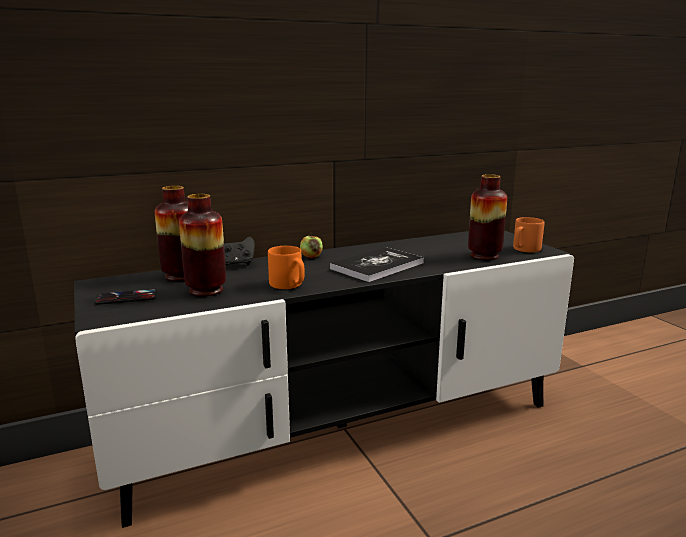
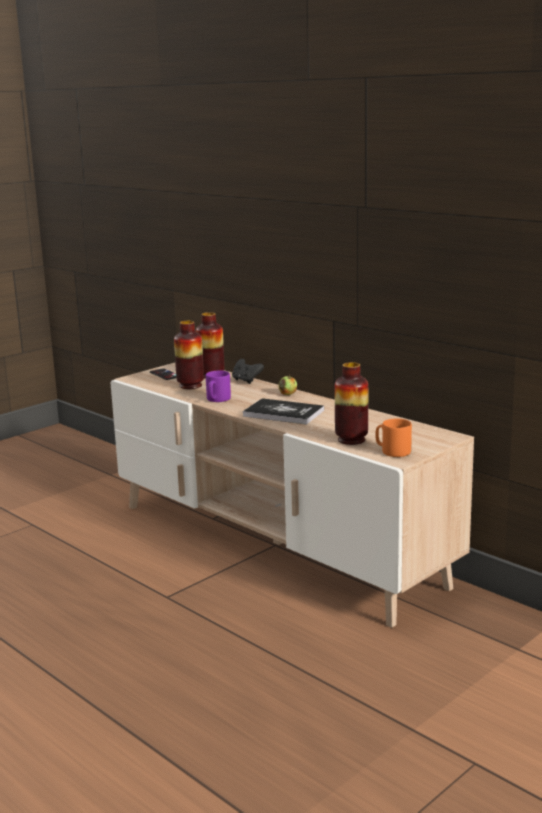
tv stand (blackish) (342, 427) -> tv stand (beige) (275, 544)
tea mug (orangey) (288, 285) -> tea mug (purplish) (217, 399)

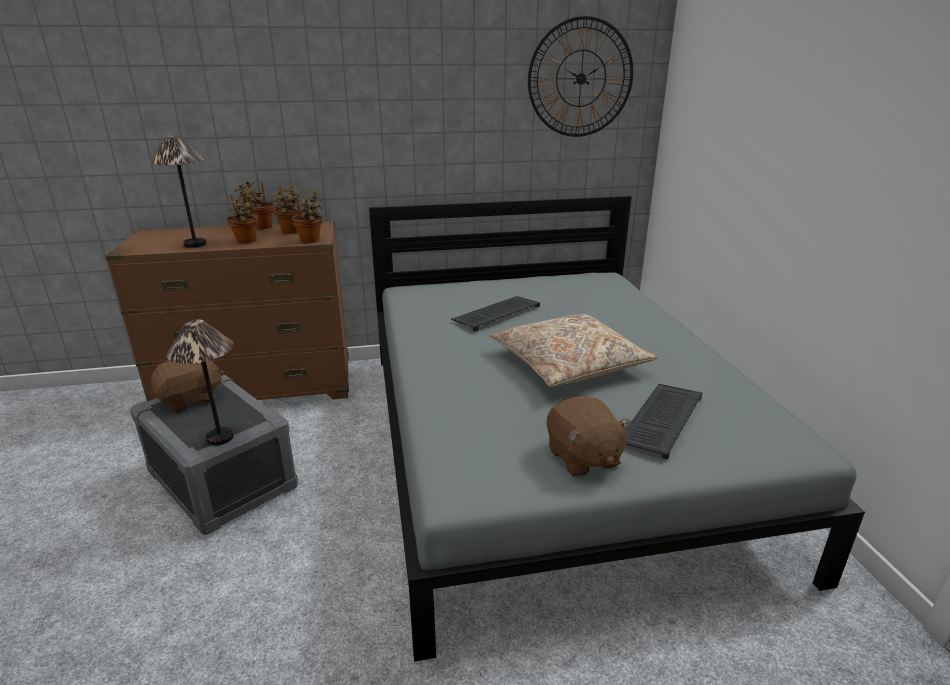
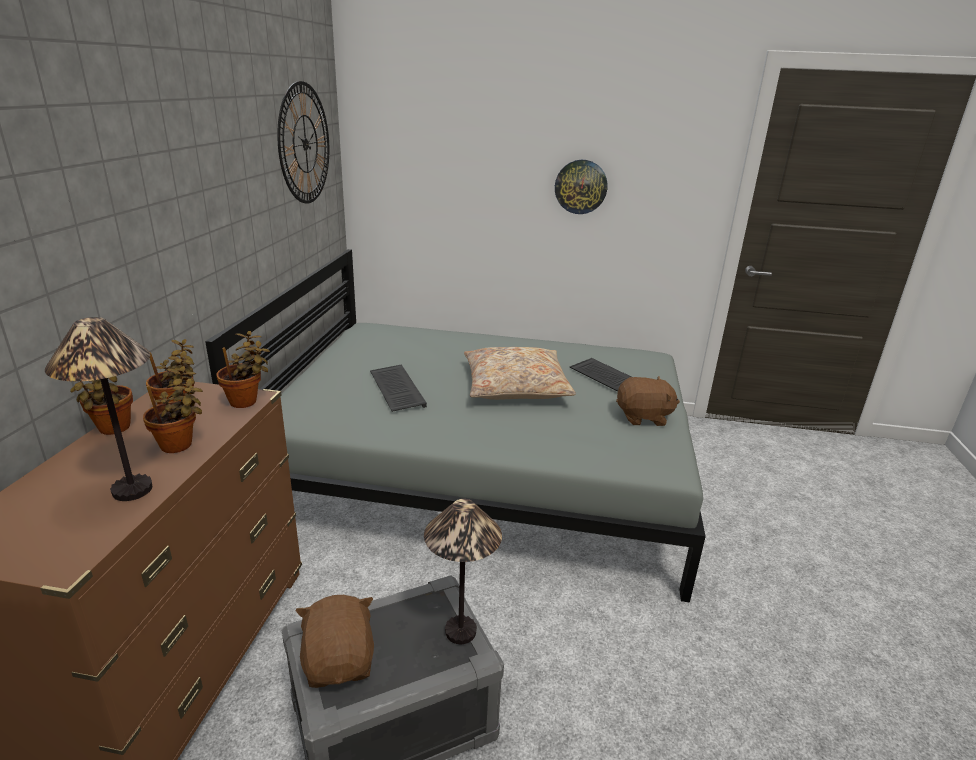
none -> hanging clock (581, 187)

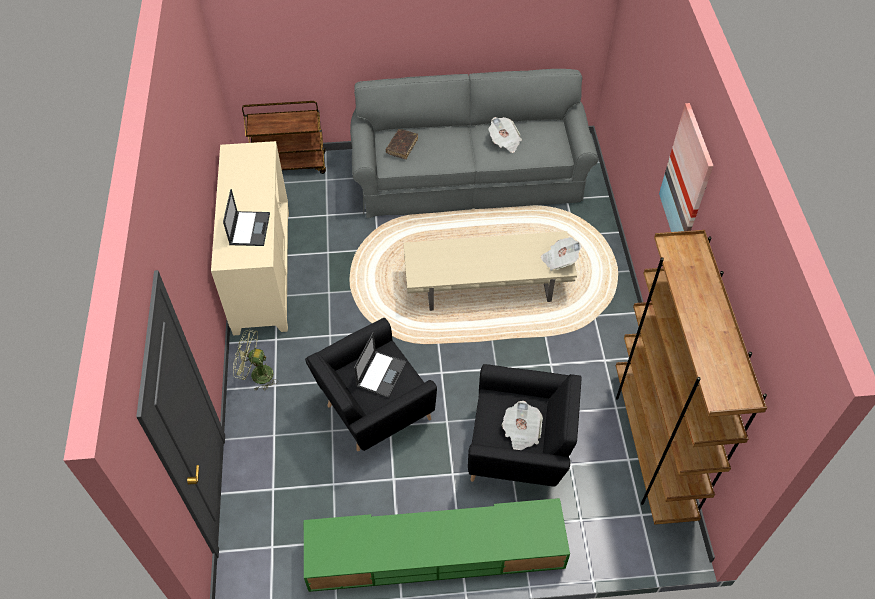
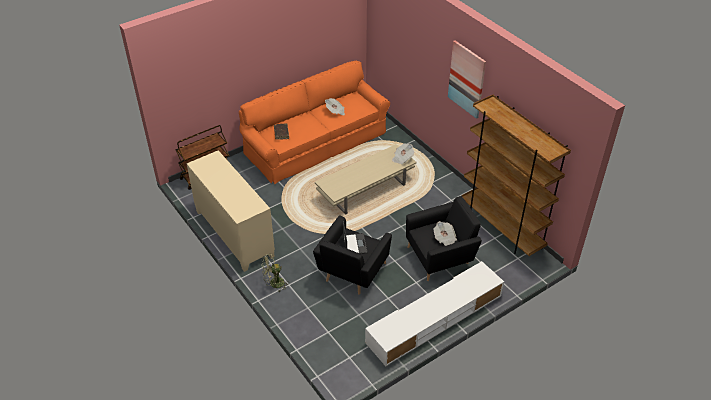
notebook computer (249, 228) -> none
tv stand (green-coloured) (434, 552) -> tv stand (white) (434, 319)
settee (greyish) (470, 177) -> settee (orangey) (316, 143)

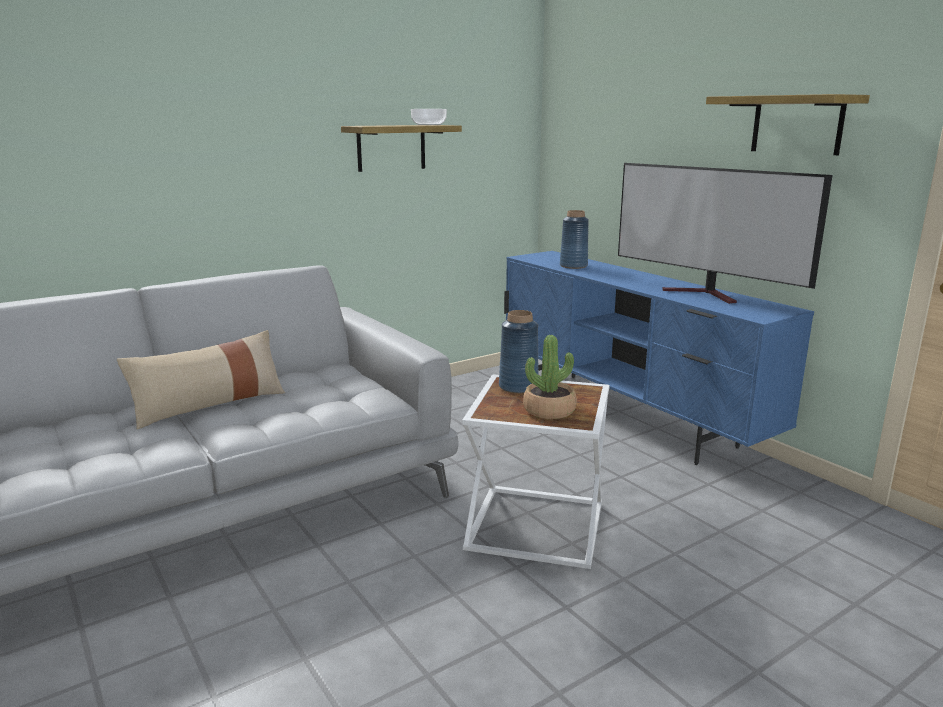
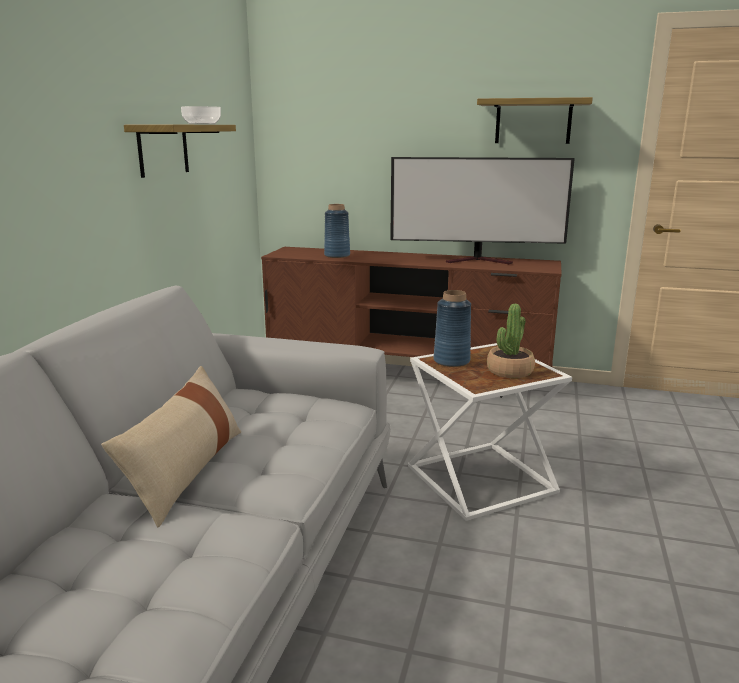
tv stand (blue) (627, 415) -> tv stand (brown) (408, 377)

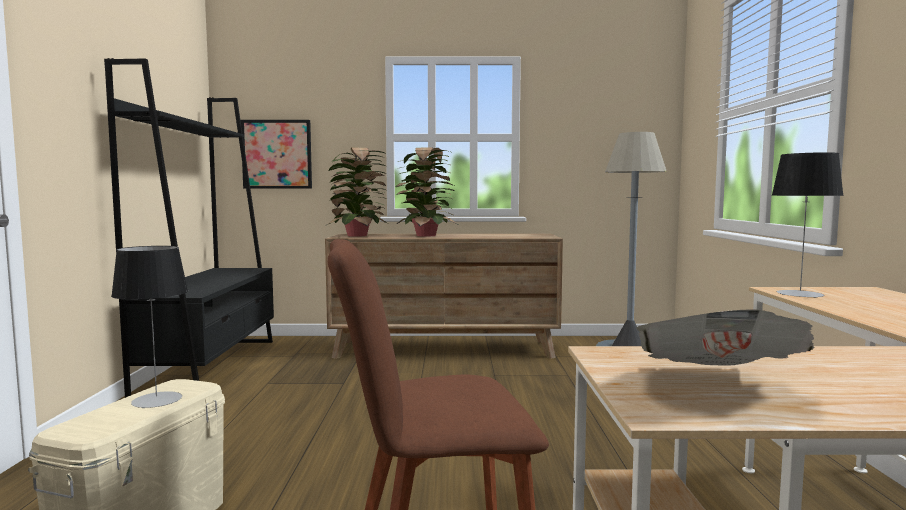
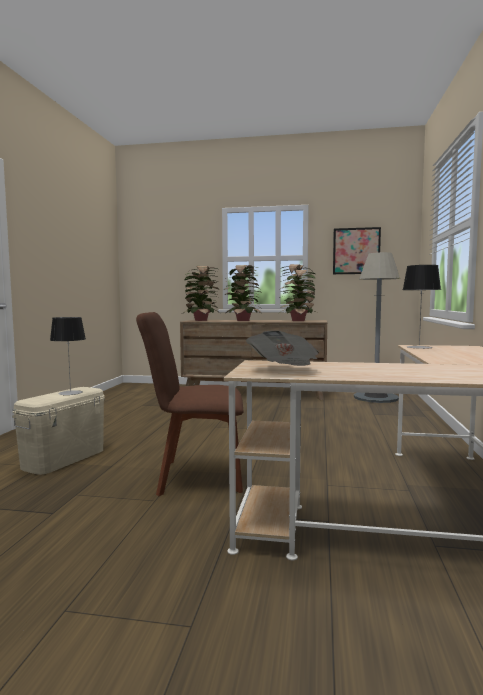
bookshelf (blackish) (211, 366) -> none
none -> houseplant (298, 320)
wall picture (277, 154) -> wall picture (356, 251), shifted

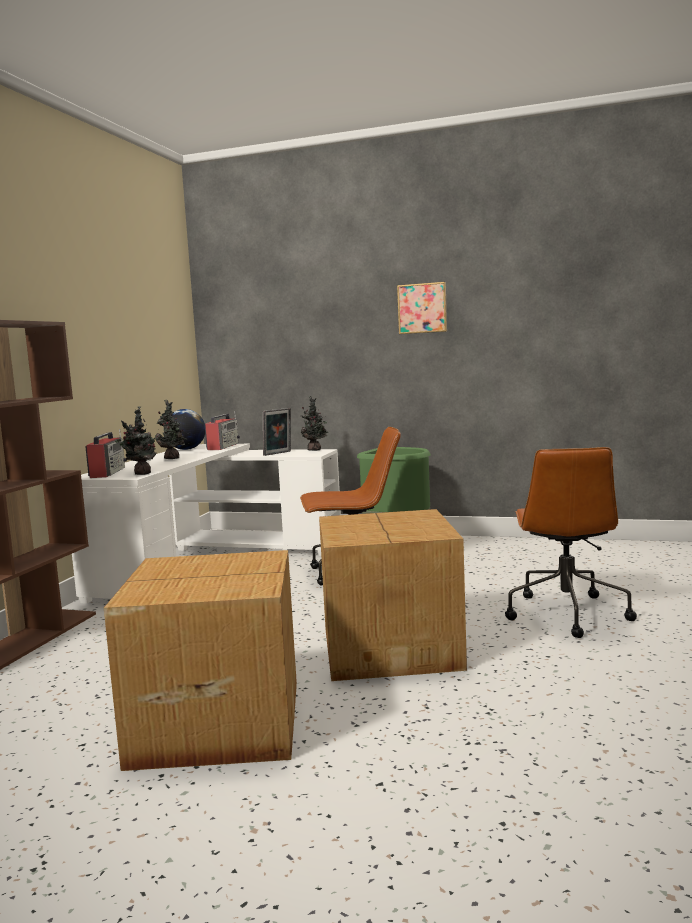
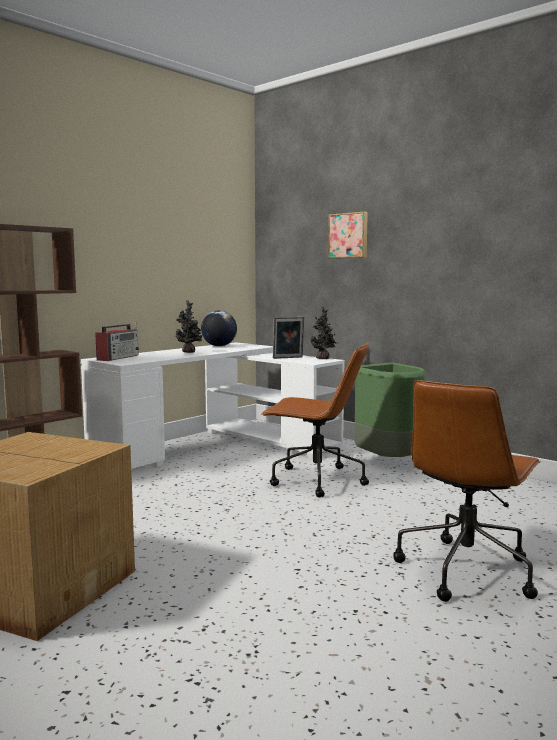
houseplant (141, 474) -> none
radio set (223, 446) -> none
packing box (392, 647) -> none
wall picture (422, 308) -> wall picture (348, 235), shifted

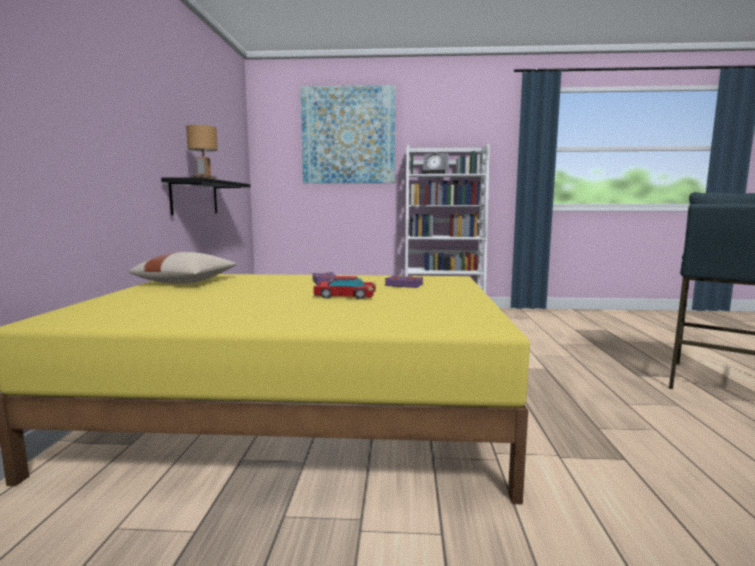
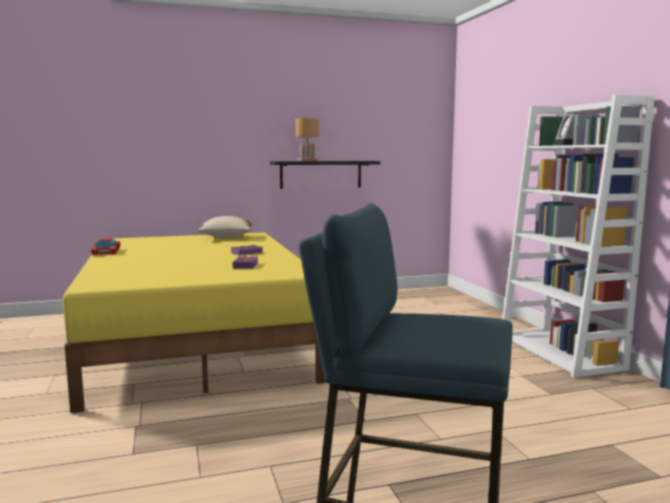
wall picture (348, 135) -> none
model car (345, 295) -> model car (107, 252), shifted

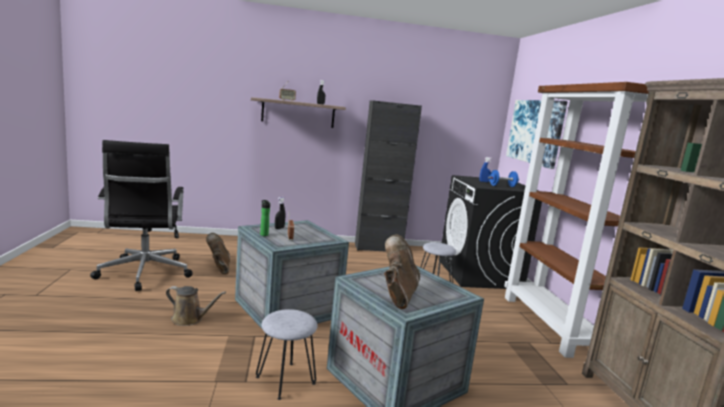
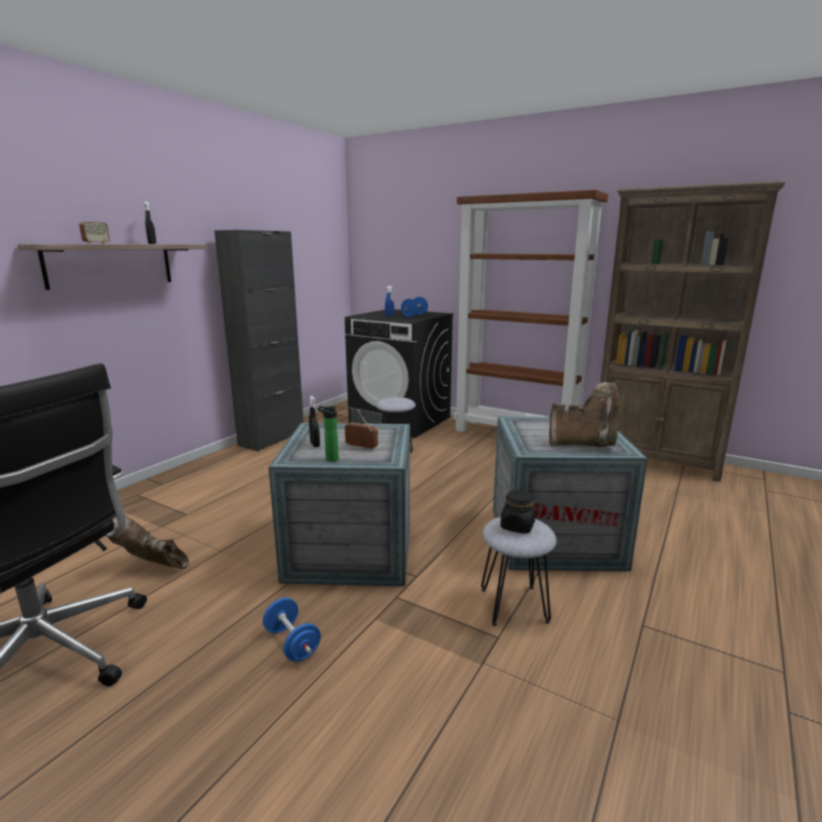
wall picture (535, 131) -> none
none -> jar (blackish) (517, 526)
watering pot (brown) (190, 319) -> free weight (blue) (292, 643)
tall boot (brown) (398, 295) -> tall boot (brown) (583, 444), 135 degrees clockwise

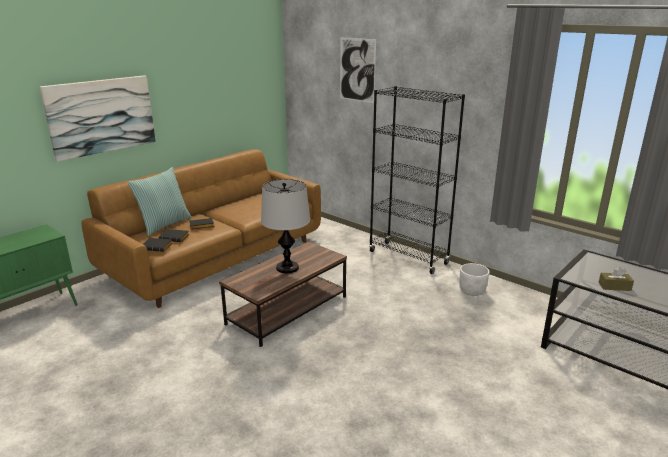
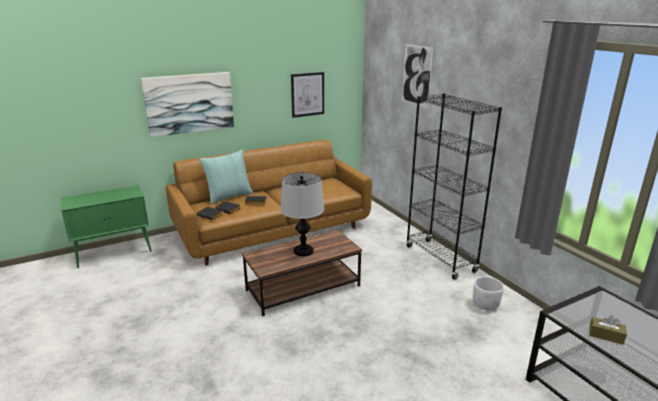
none -> wall picture (307, 94)

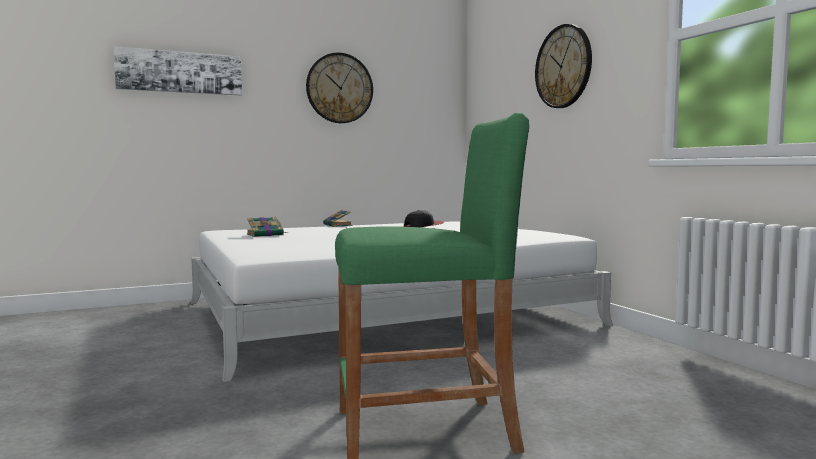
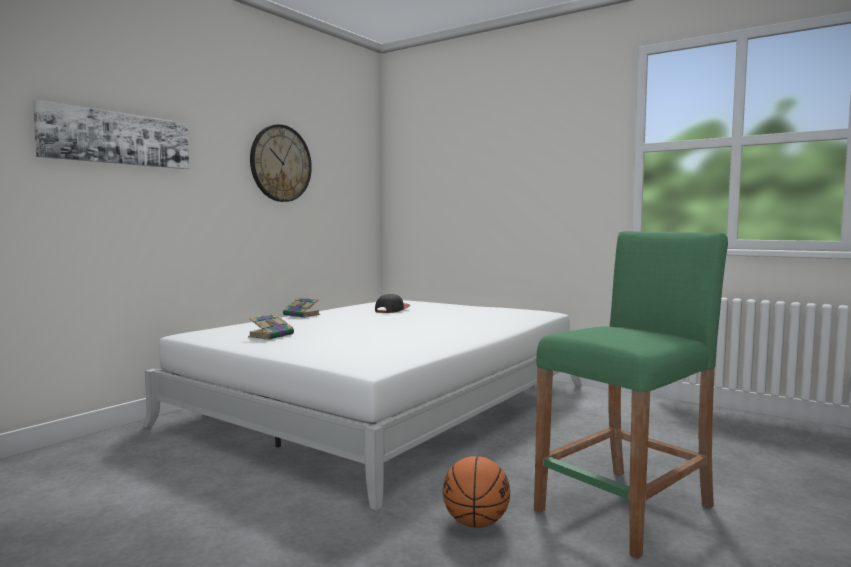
hanging clock (563, 67) -> none
none -> ball for basketball (475, 523)

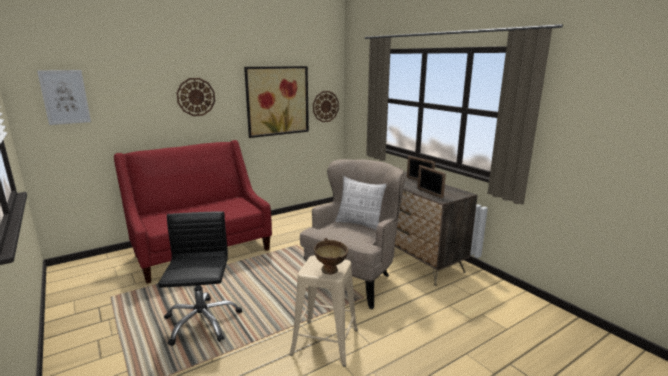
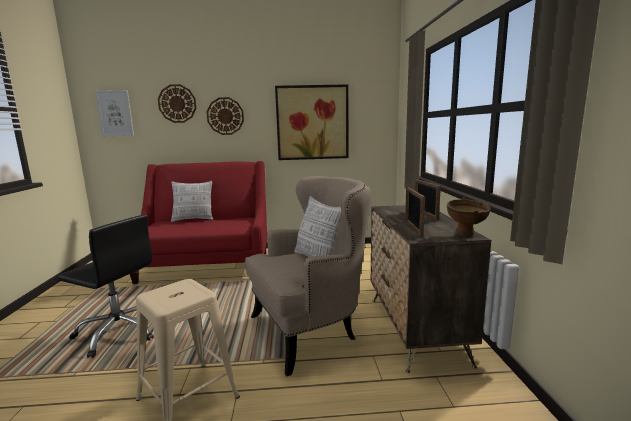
none -> pillow (193, 219)
hanging clock (325, 106) -> hanging clock (177, 103), shifted
serving bowl (brown) (331, 272) -> serving bowl (brown) (466, 235), shifted
office chair (blackish) (201, 322) -> office chair (blackish) (119, 331), 90 degrees clockwise

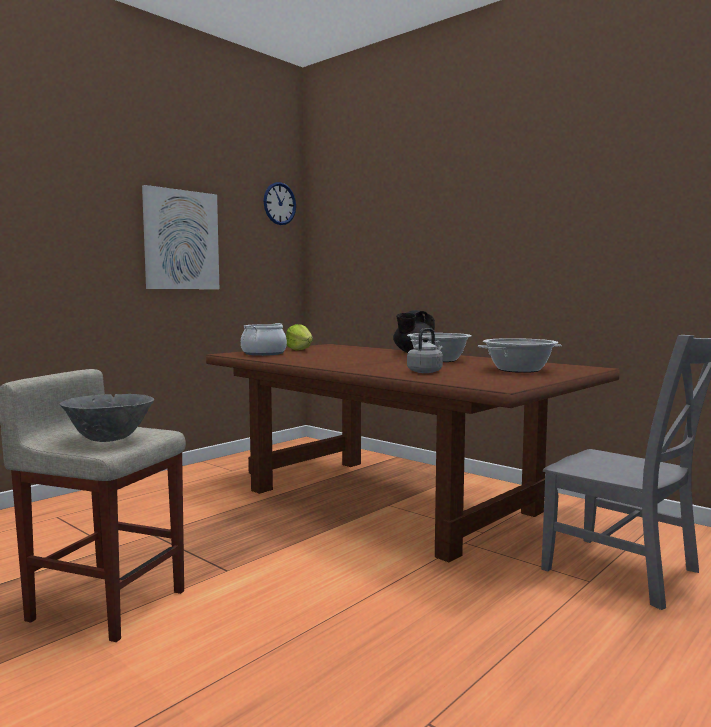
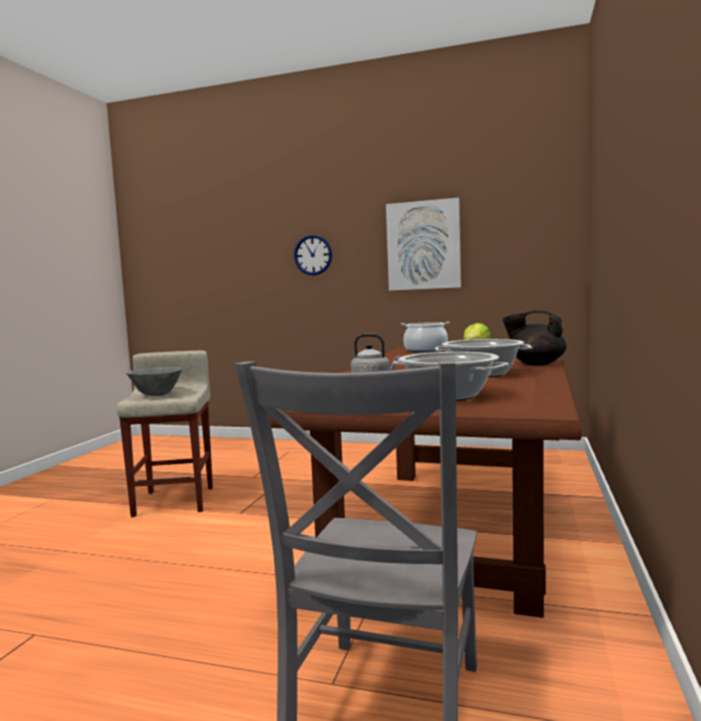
hanging clock (279, 203) -> hanging clock (313, 255), shifted

